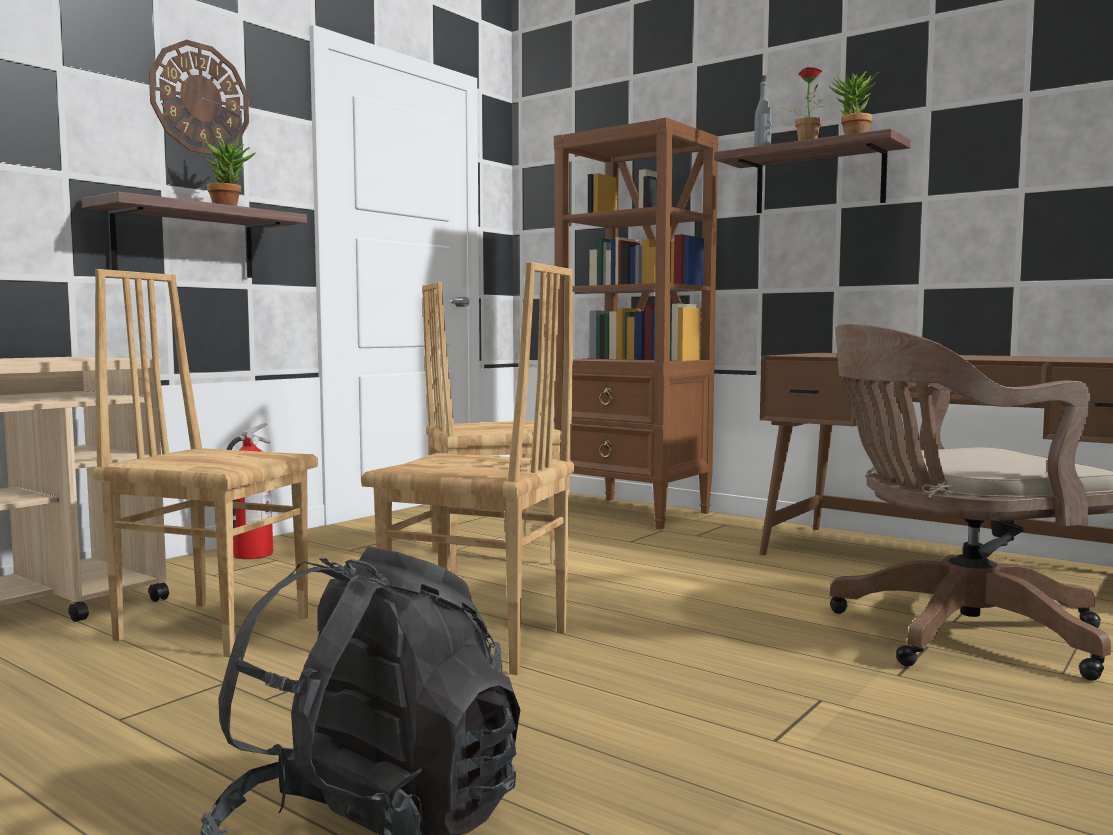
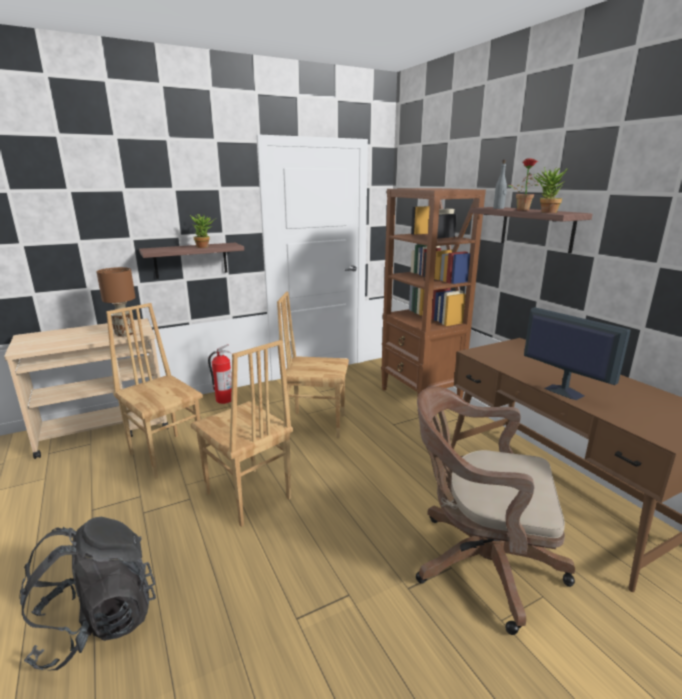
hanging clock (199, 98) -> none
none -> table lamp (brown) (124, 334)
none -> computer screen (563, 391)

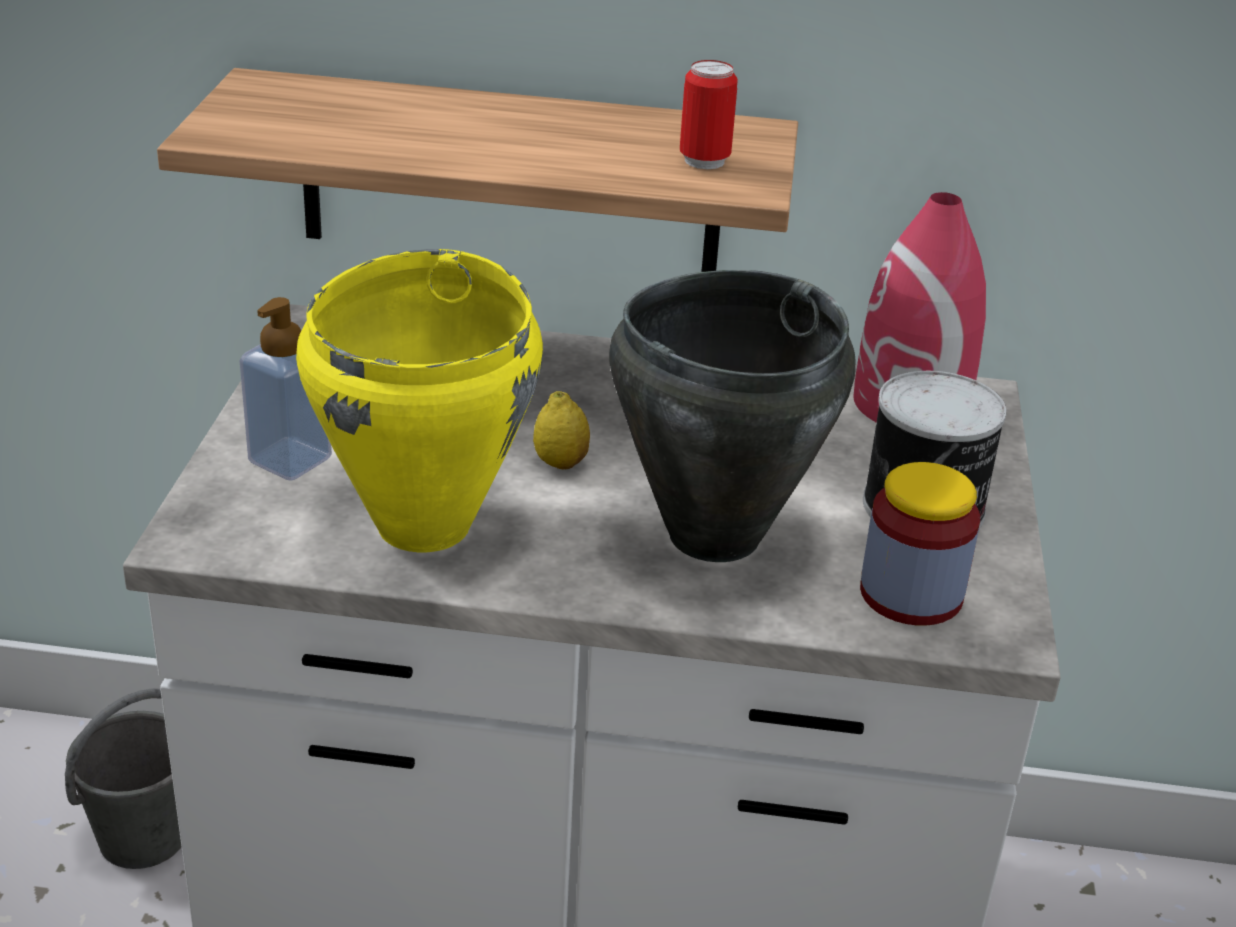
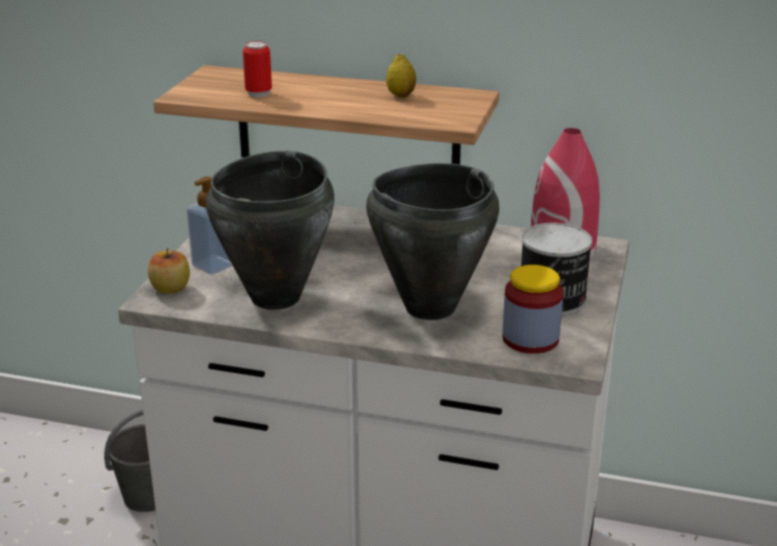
none -> whole apple (170, 288)
lemon (560, 463) -> lemon (401, 95), shifted
sealed can (704, 161) -> sealed can (258, 93), shifted
cooking pot (yellow-coloured) (426, 525) -> cooking pot (blackish) (277, 297)

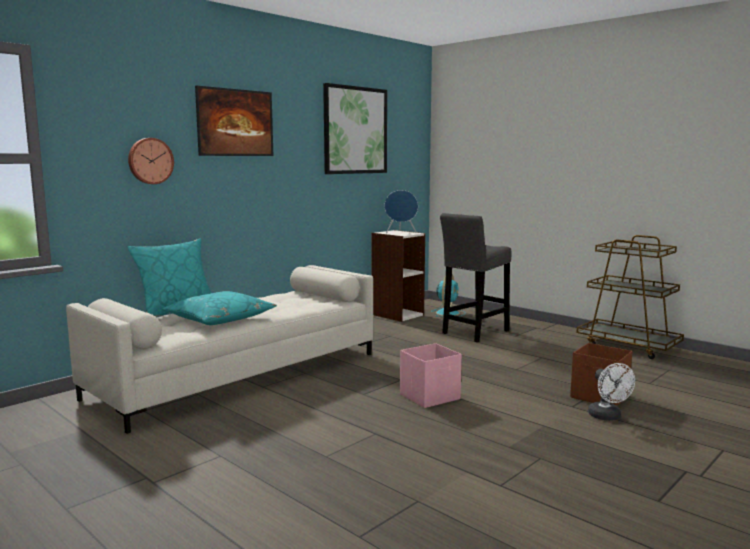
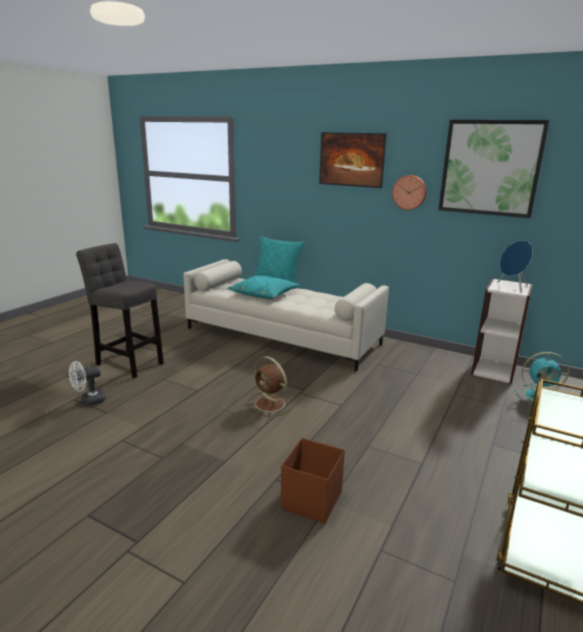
hanging clock (150, 161) -> hanging clock (409, 192), shifted
sitting stool (greyish) (473, 333) -> sitting stool (greyish) (128, 362), shifted
electric fan (white) (607, 417) -> electric fan (white) (89, 401), shifted
storage container (pink-coloured) (430, 397) -> electric fan (brown) (271, 404)

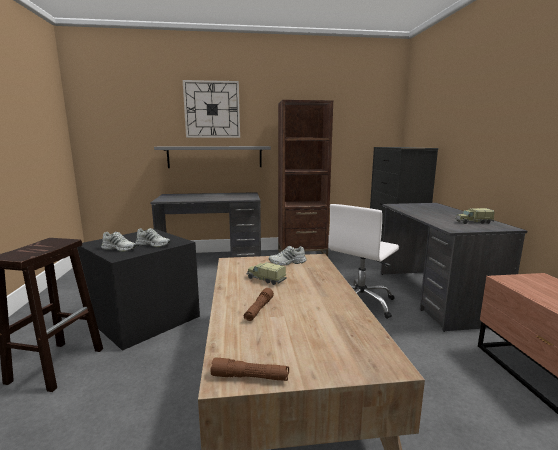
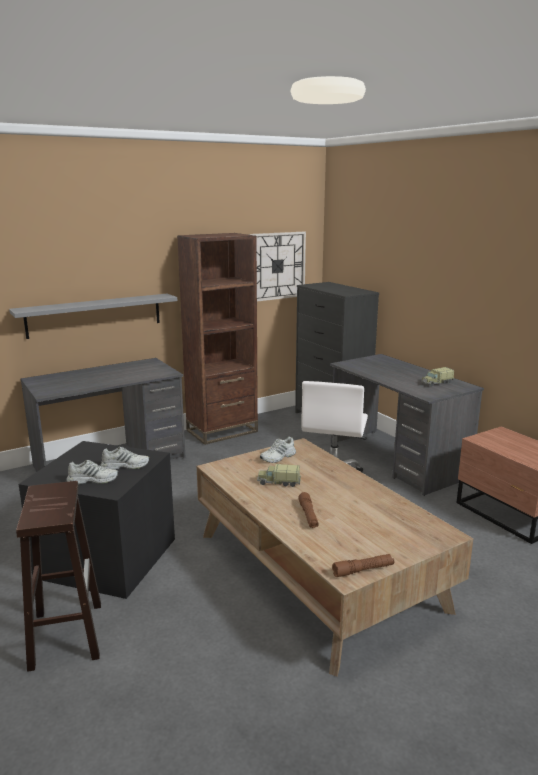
hanging clock (212, 109) -> hanging clock (277, 266), shifted

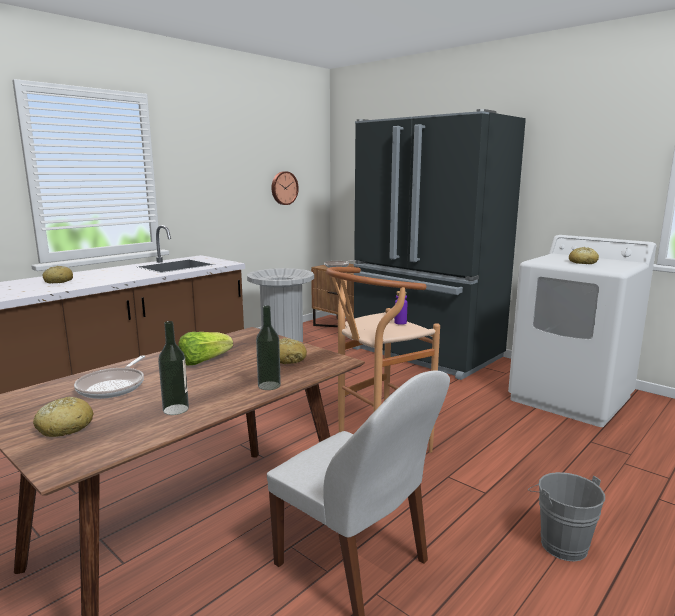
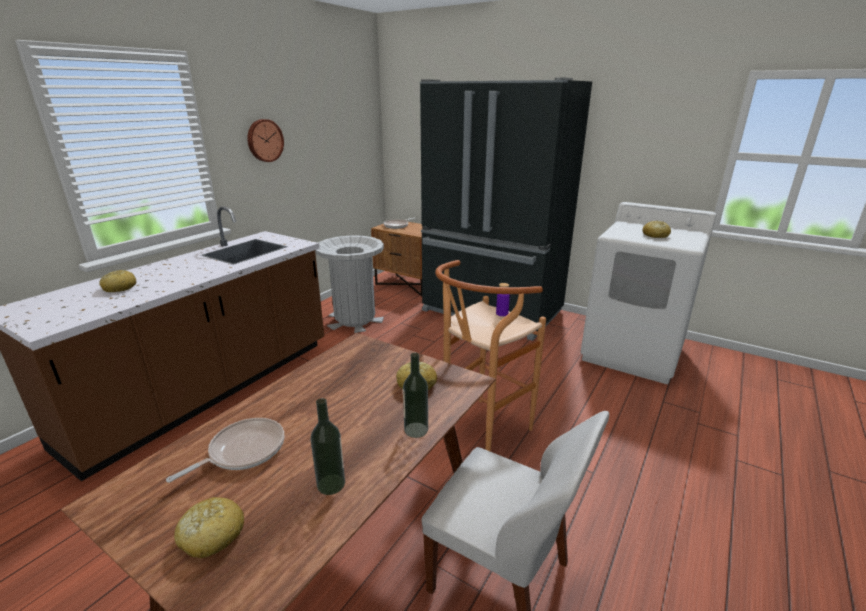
lettuce (203, 361) -> none
water bucket (greyish) (560, 542) -> none
hanging clock (283, 188) -> hanging clock (264, 140), shifted
frying pan (113, 386) -> frying pan (243, 451), 135 degrees counterclockwise

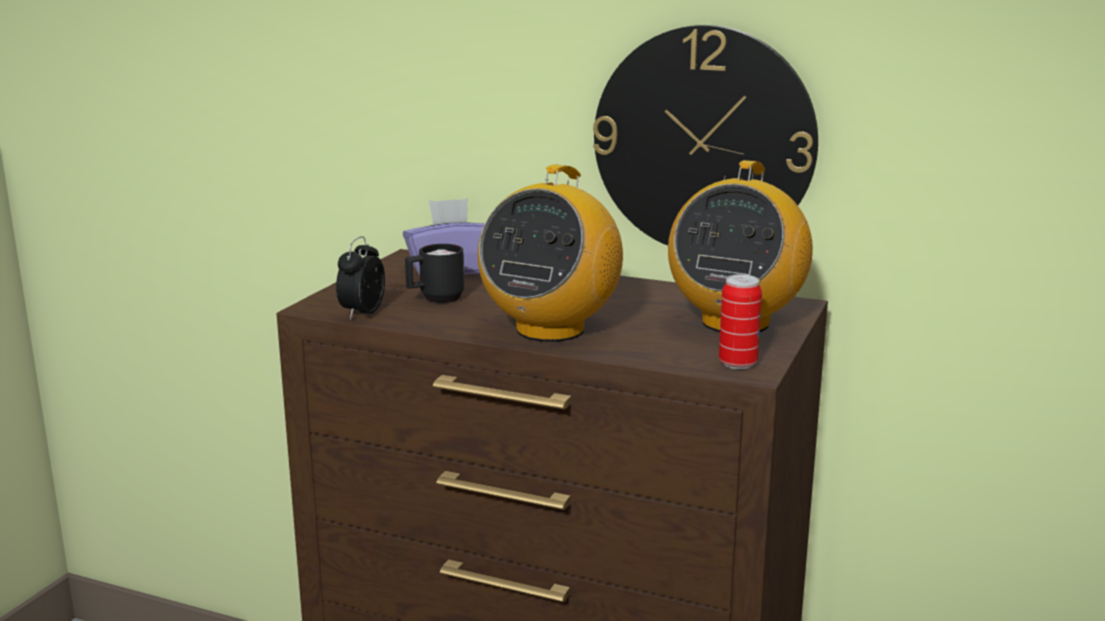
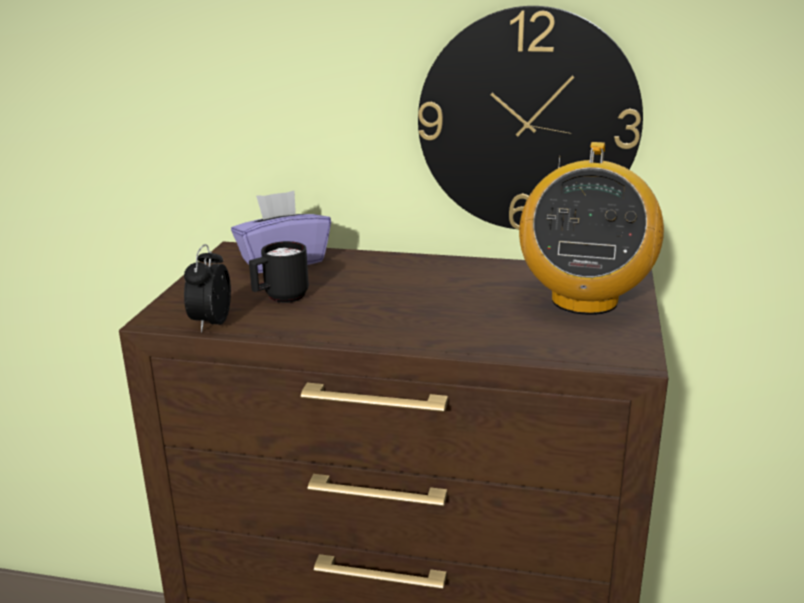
radio set (550, 329) -> none
sealed can (737, 363) -> none

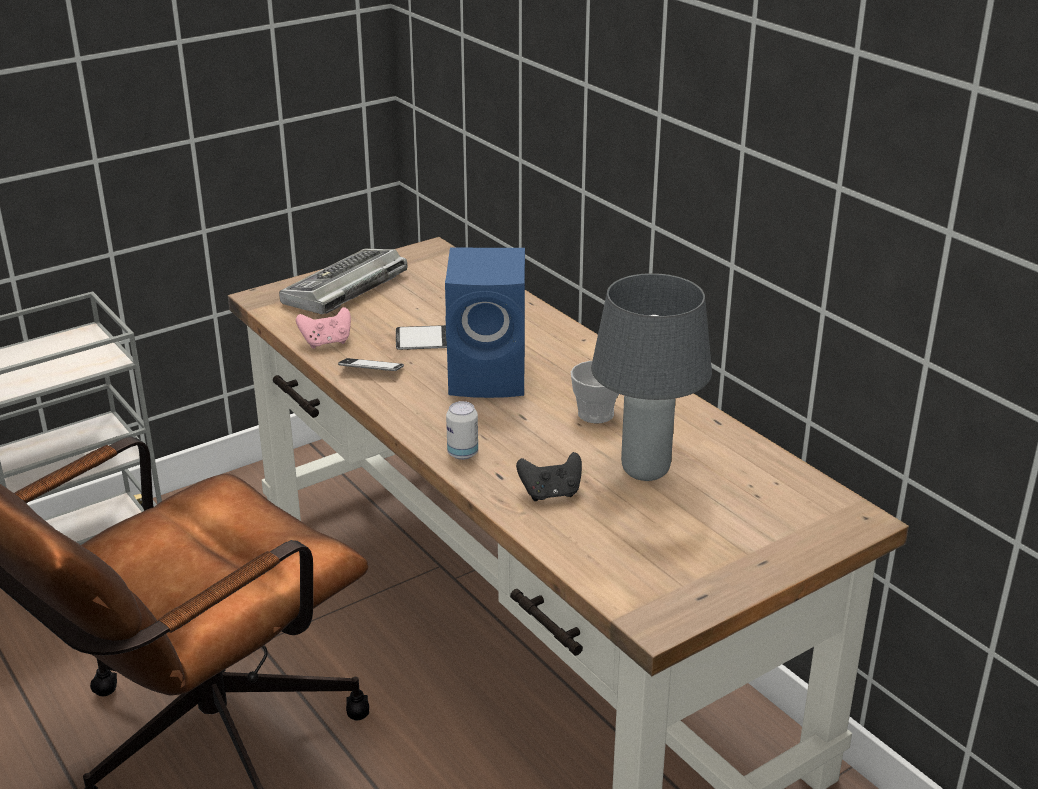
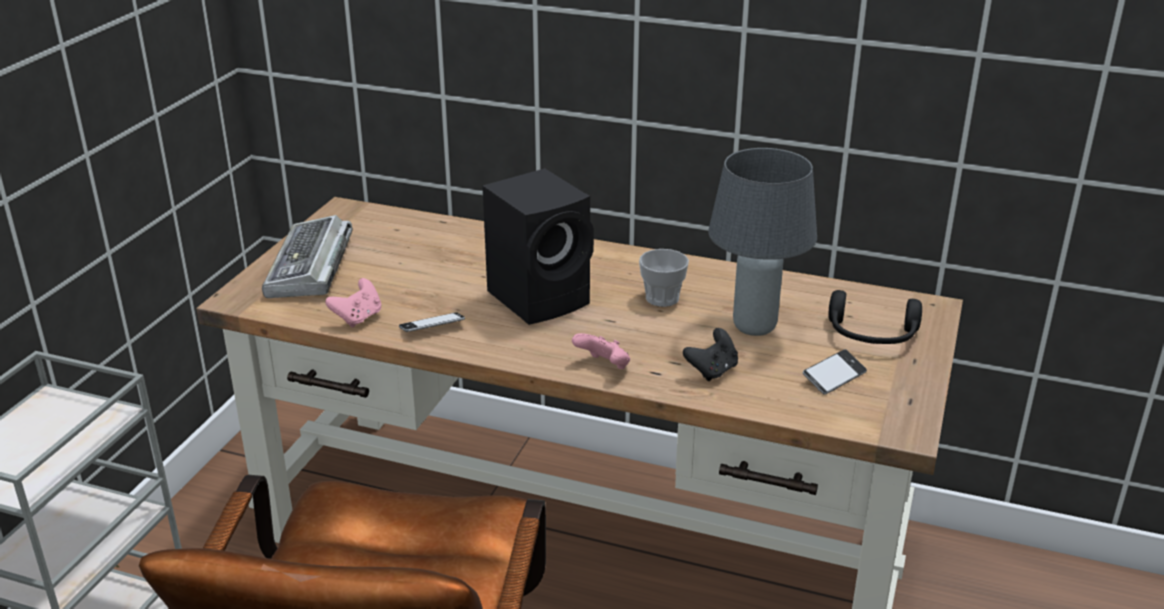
none -> headphones (blackish) (871, 336)
handset (425, 342) -> handset (834, 377), shifted
sealed can (462, 453) -> gamepad (pink-coloured) (604, 366)
audio speaker (blue) (491, 376) -> audio speaker (blackish) (542, 297)

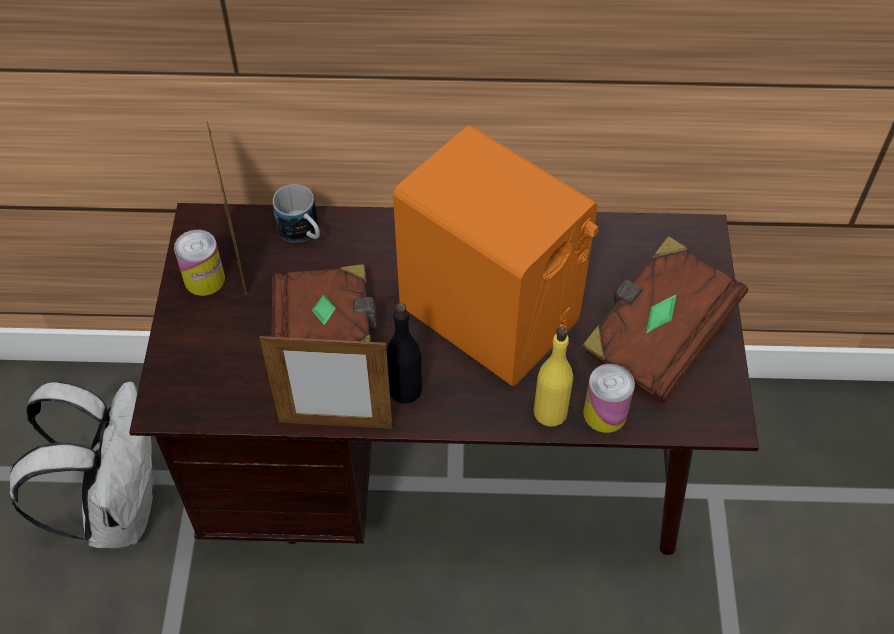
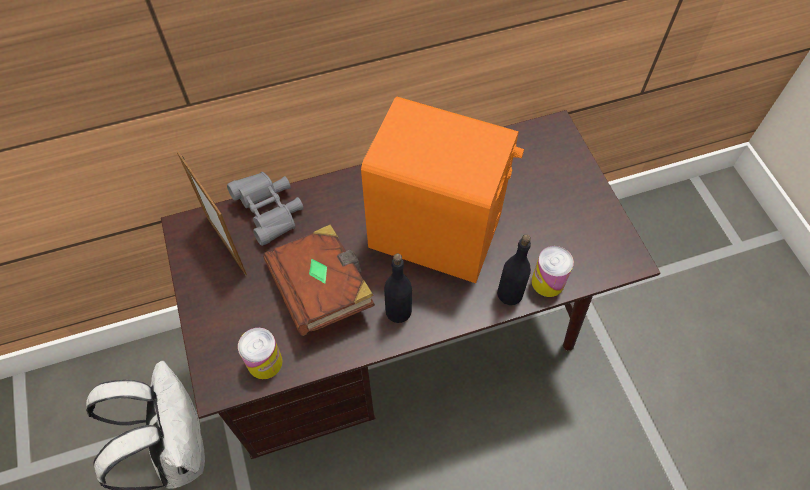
photo frame (335, 424) -> none
bound book (brown) (657, 335) -> none
sealed can (204, 279) -> sealed can (265, 362), shifted
tea mug (303, 233) -> pair of binoculars (greyish) (270, 213)
bottle (yellow-coloured) (550, 412) -> bottle (blackish) (510, 293)

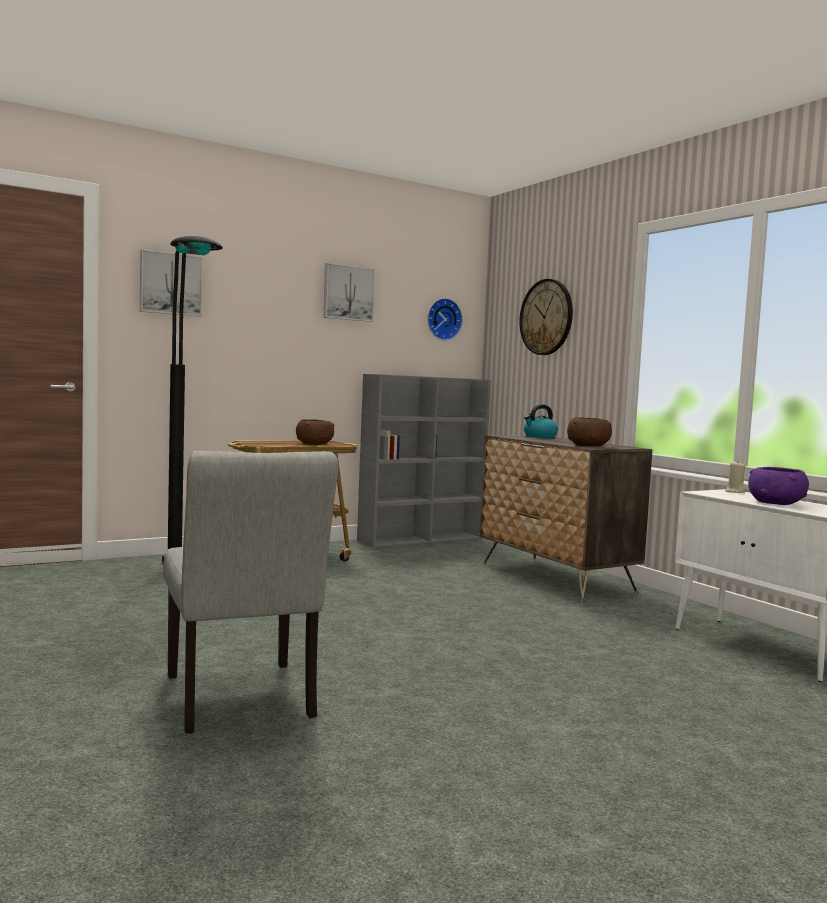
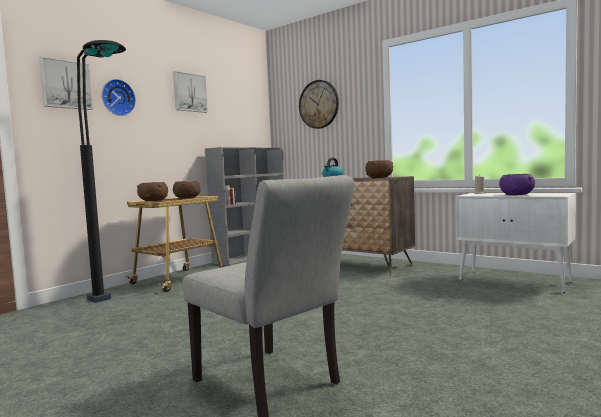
none -> serving bowl (brown) (153, 201)
hanging clock (443, 319) -> hanging clock (117, 98), shifted

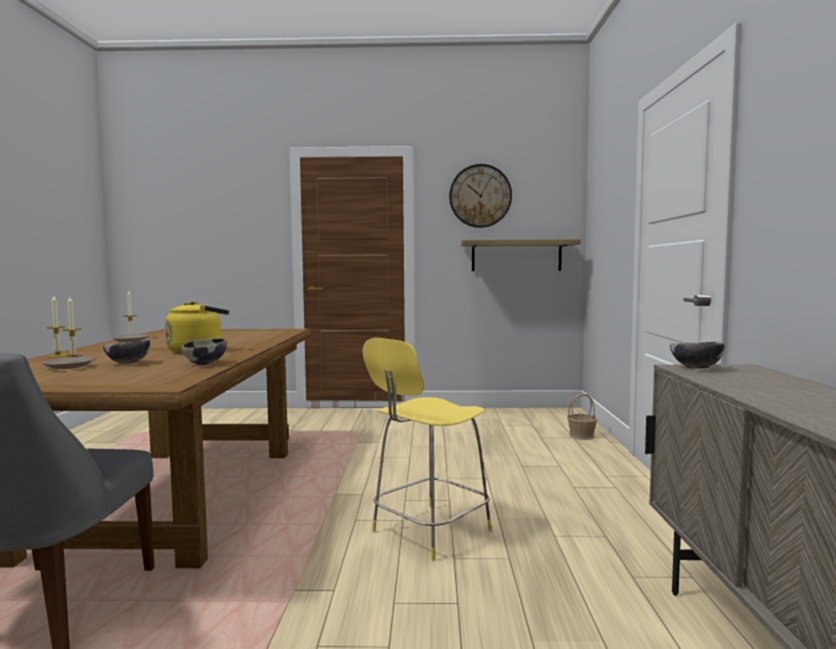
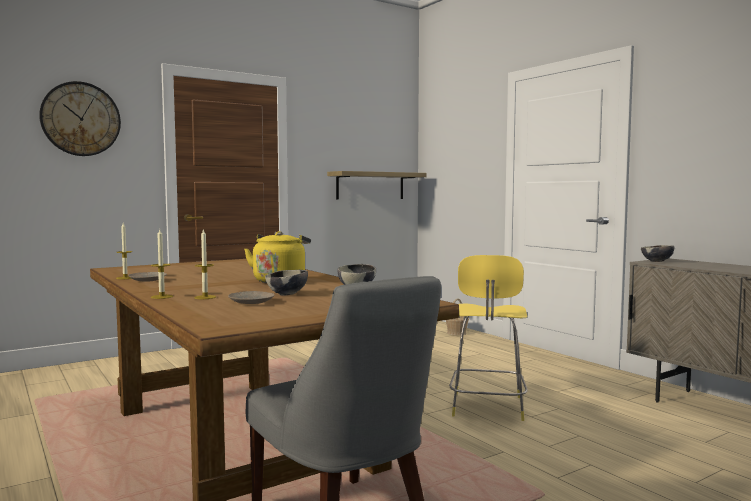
hanging clock (480, 196) -> hanging clock (81, 119), shifted

